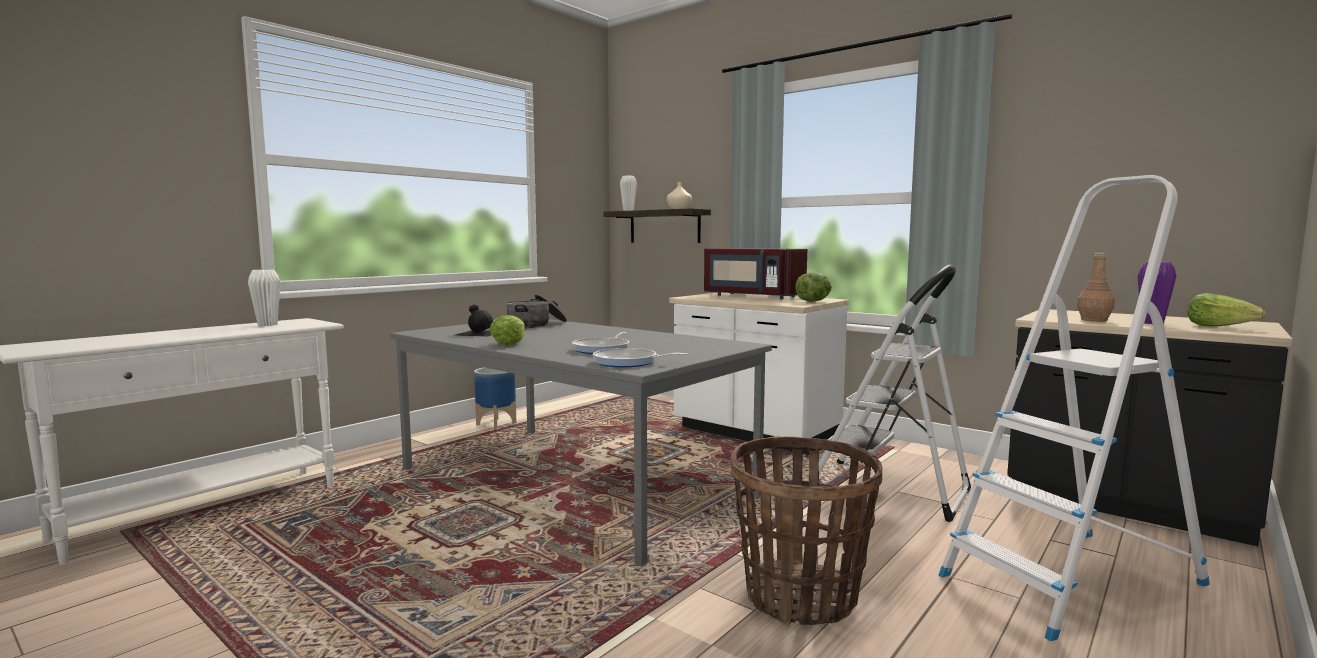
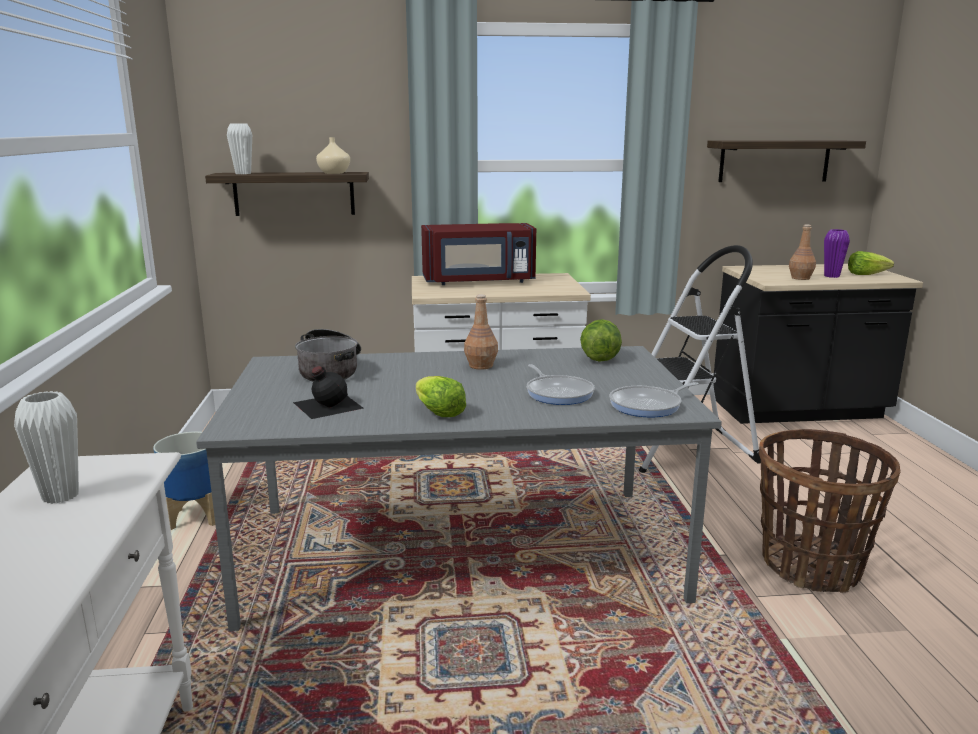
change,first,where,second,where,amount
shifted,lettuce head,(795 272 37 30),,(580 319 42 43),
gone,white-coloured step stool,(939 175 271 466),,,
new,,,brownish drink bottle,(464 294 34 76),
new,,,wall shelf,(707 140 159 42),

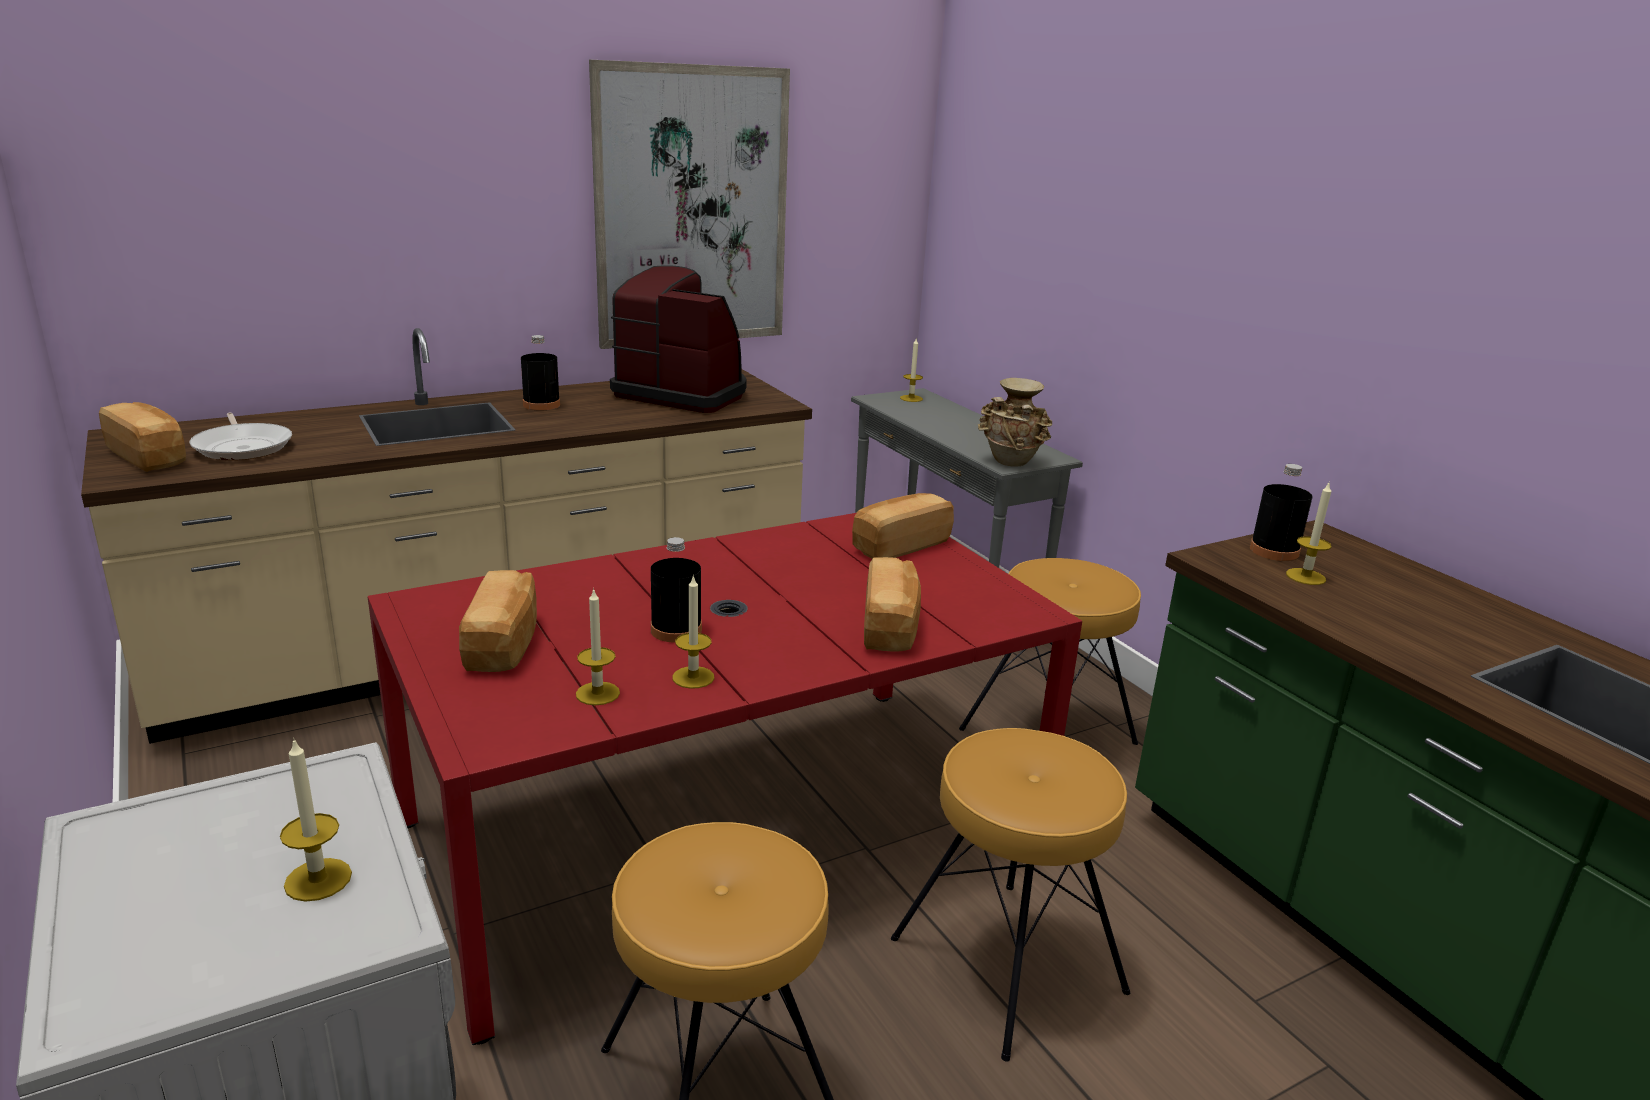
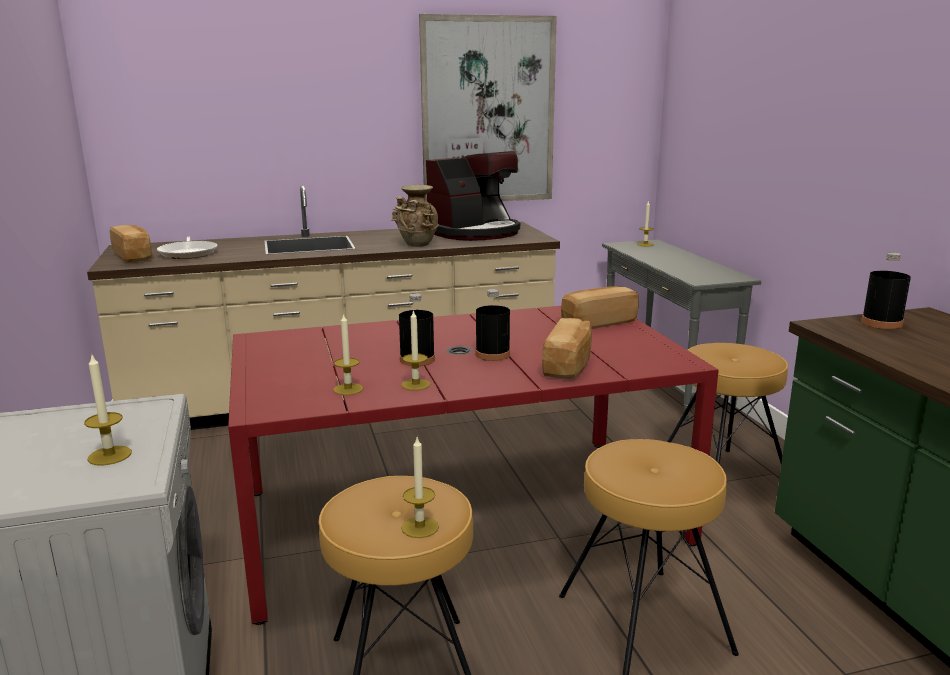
change,first,where,second,where,amount
gone,bread,(459 570 78 102),,,
shifted,black-coloured drink bottle,(521 335 39 75),,(476 289 34 72),
rotated,coffee maker,(610 266 137 147),,(426 151 94 90),105 degrees clockwise
shifted,beige flower vase,(978 378 74 89),,(391 185 48 62),
shifted,wax candle,(1286 483 46 102),,(401 437 38 101),

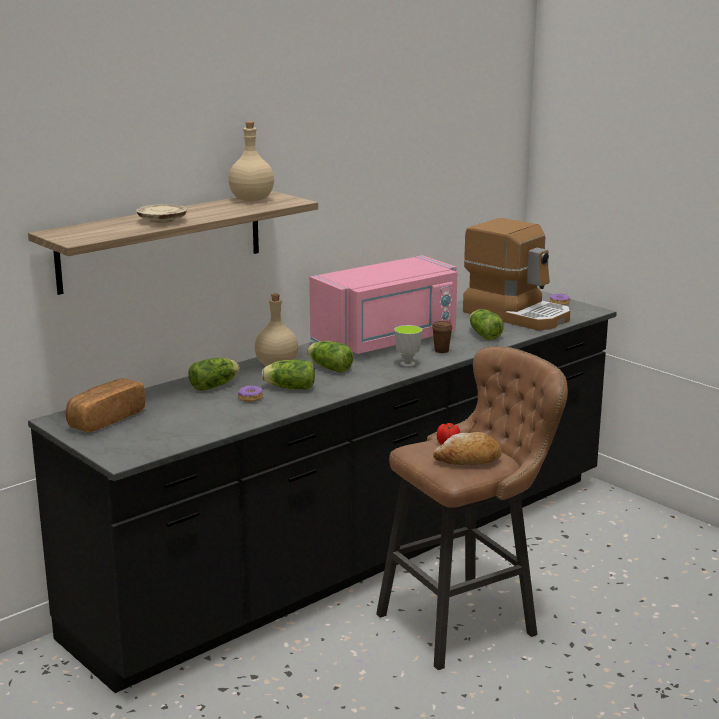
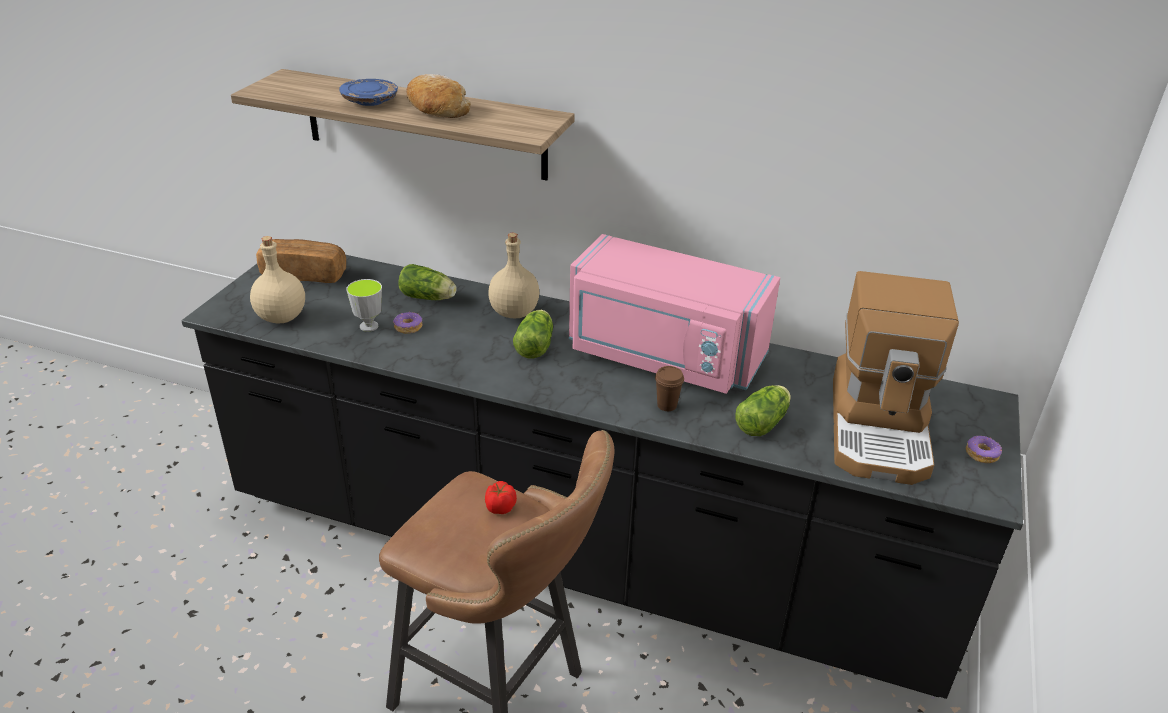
change,first,where,second,where,amount
repainted,beige plate,(136 204 51 19),blue-coloured plate,(339 79 59 27),
shifted,beige drink bottle,(229 121 45 80),,(250 236 55 87),
gone,lettuce head,(262 360 53 30),,,
shifted,cup,(394 325 28 42),,(346 279 36 53),
shifted,bread,(433 432 69 33),,(406 74 65 44),

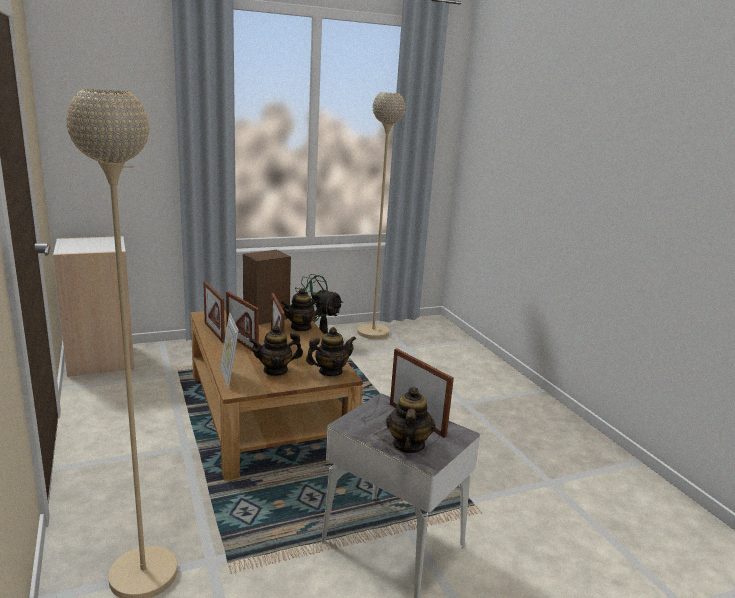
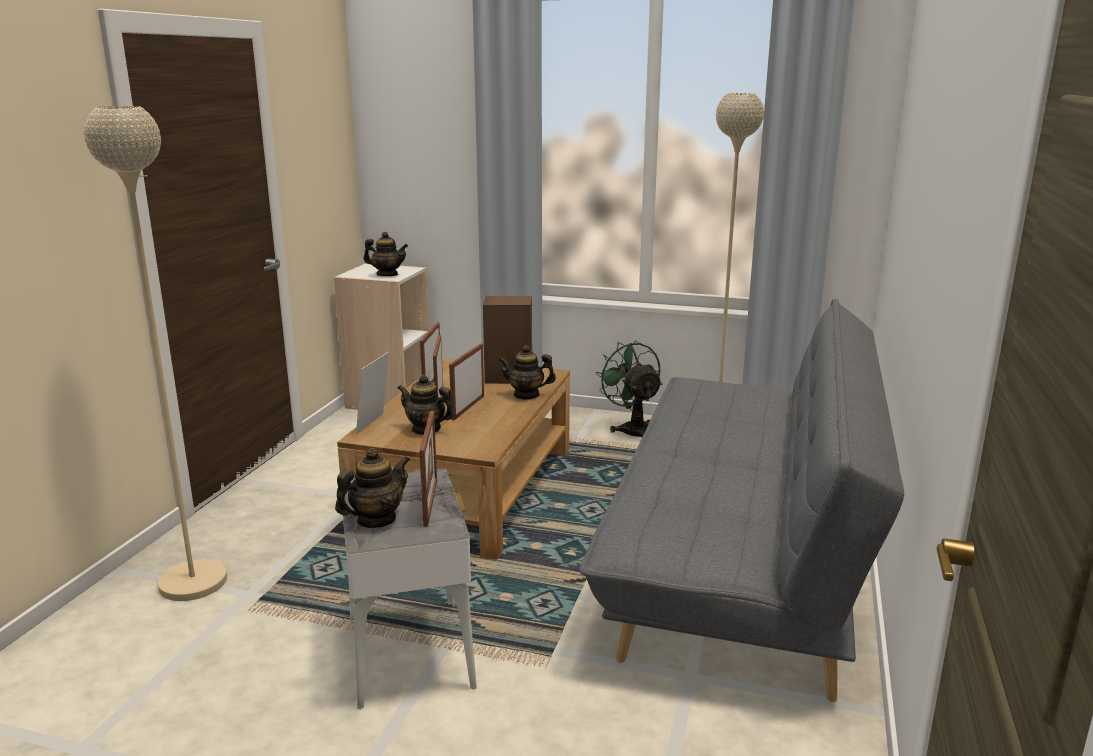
change,first,where,second,where,amount
shifted,pot for tea,(306 327 50 49),,(364 232 44 44),
new,,,greyish settee,(579 299 325 403),

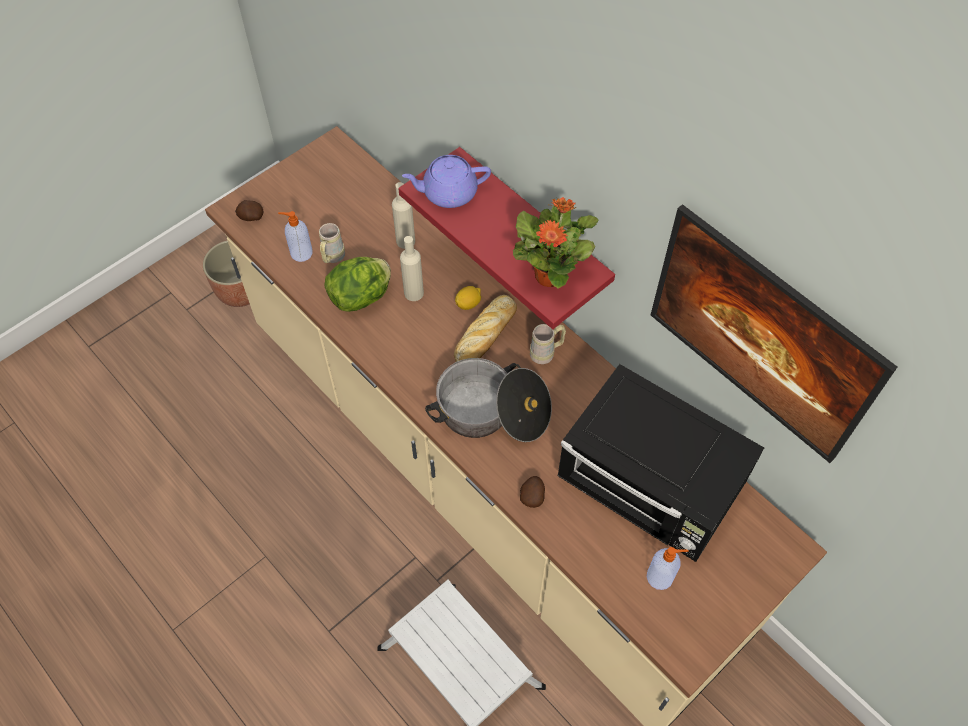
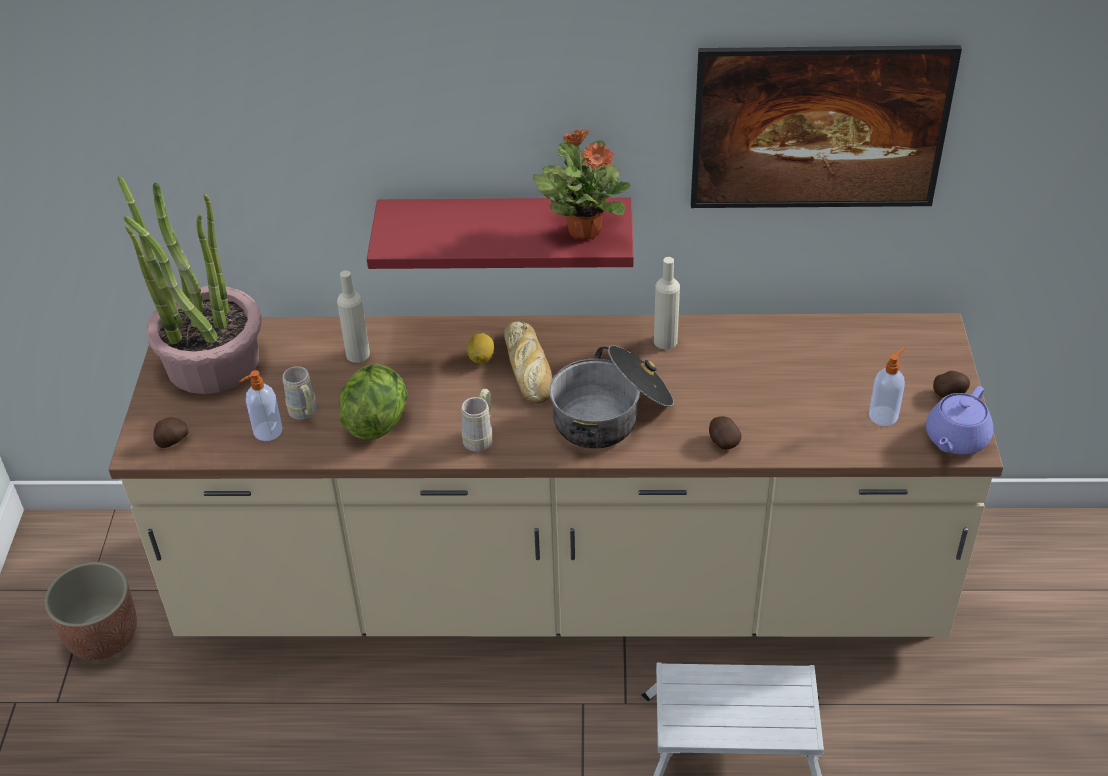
change,first,where,second,where,amount
shifted,beige drink bottle,(400 236 24 65),,(654 257 26 92),
shifted,purple pot for tea,(402 155 89 53),,(926 386 67 69),
shifted,beige tea mug,(530 324 36 40),,(461 389 32 63),
gone,black-coloured microwave,(557 364 207 198),,,
new,,,plant in a pot,(118 176 144 218),
new,,,whole potato,(933 371 37 26),

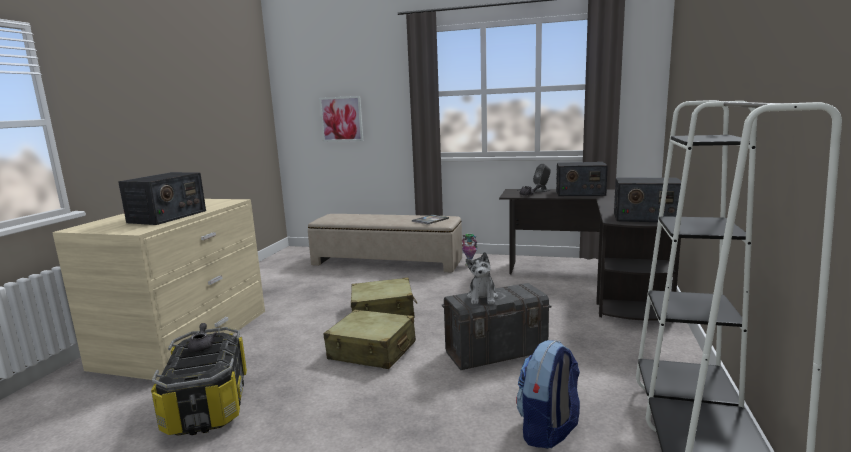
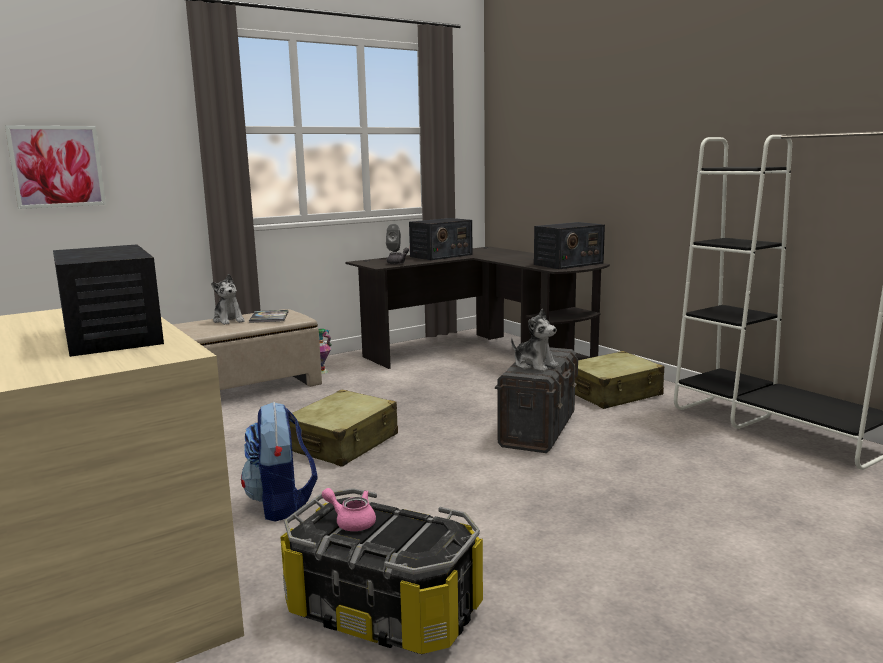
change,first,where,second,where,amount
repainted,greyish pot for tea,(188 323 29 29),pink pot for tea,(322 488 54 43),
shifted,beige piece of luggage,(324 310 92 59),,(575 351 89 58),
shifted,knapsack,(516 340 64 109),,(241 402 77 119),
new,,,soft toy,(211 274 34 51),

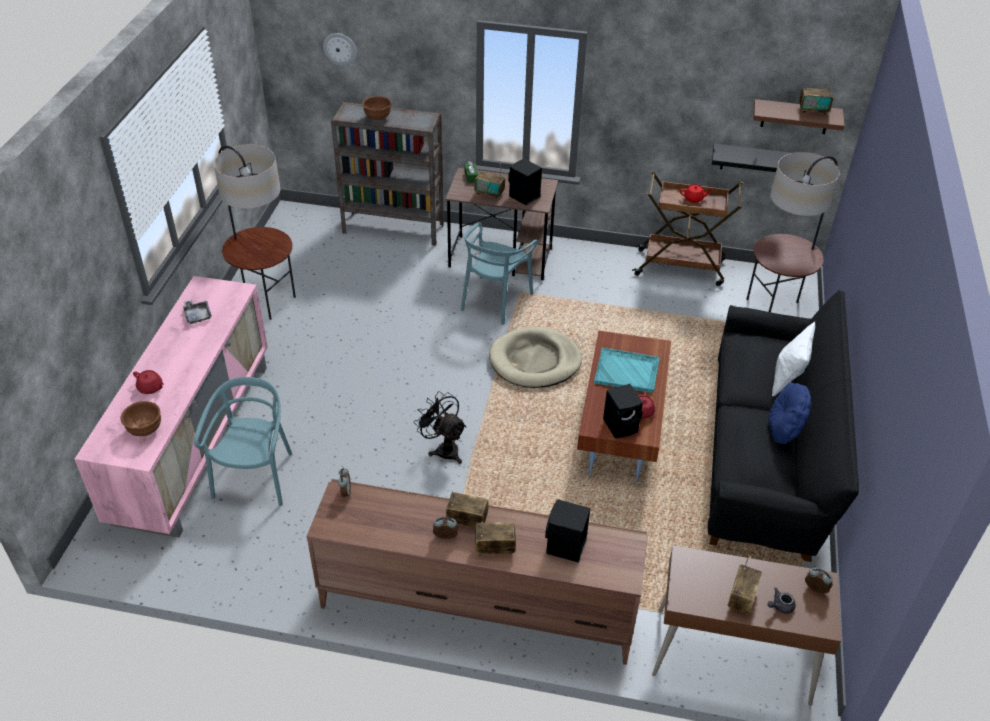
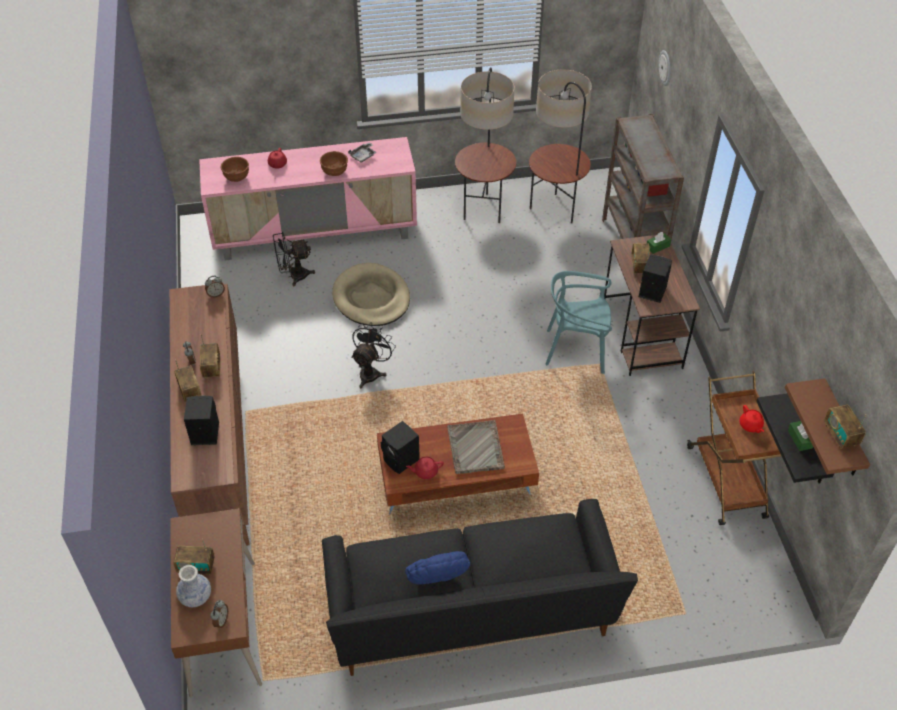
change,first,where,second,where,amount
swapped,blue-green upright chair,(194 377 98 129),black-coloured electric fan,(273 232 42 54),
shifted,brownish deep dish,(362 96 29 24),,(320 151 28 25),
shifted,beige dog bed,(489 327 93 61),,(332 263 78 63),
repainted,blue-green tray,(594 348 66 45),greyish tray,(447 420 58 54),
shifted,standing lamp,(746 152 94 160),,(529 69 63 154),
swapped,greyish pot for tea,(767 588 29 26),flower vase,(176 565 35 42),
gone,white-coloured cushion,(772 322 43 74),,,
new,,,greenish box of tissues,(788 421 25 30),

